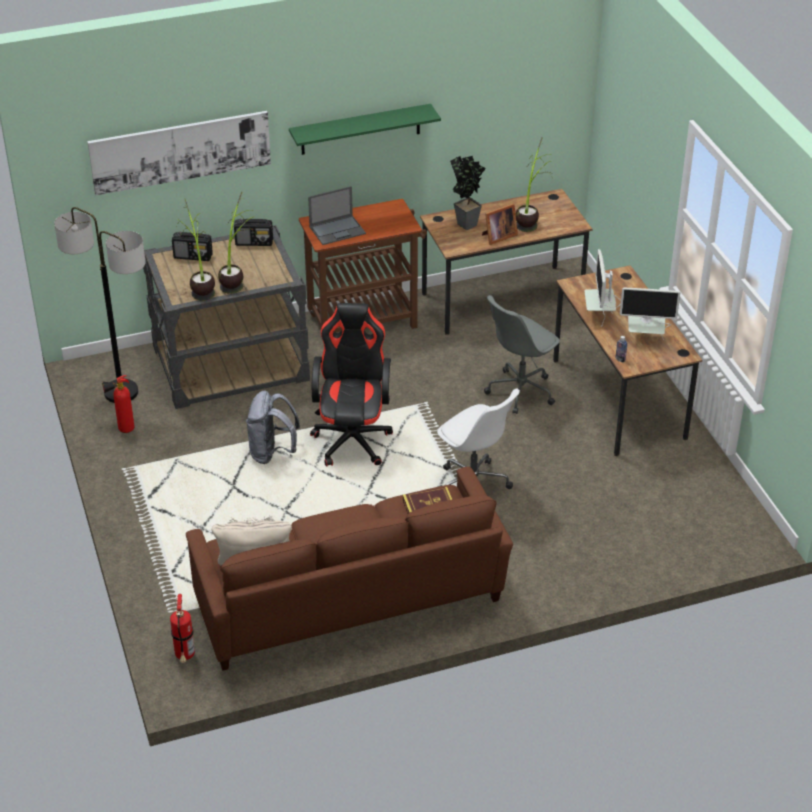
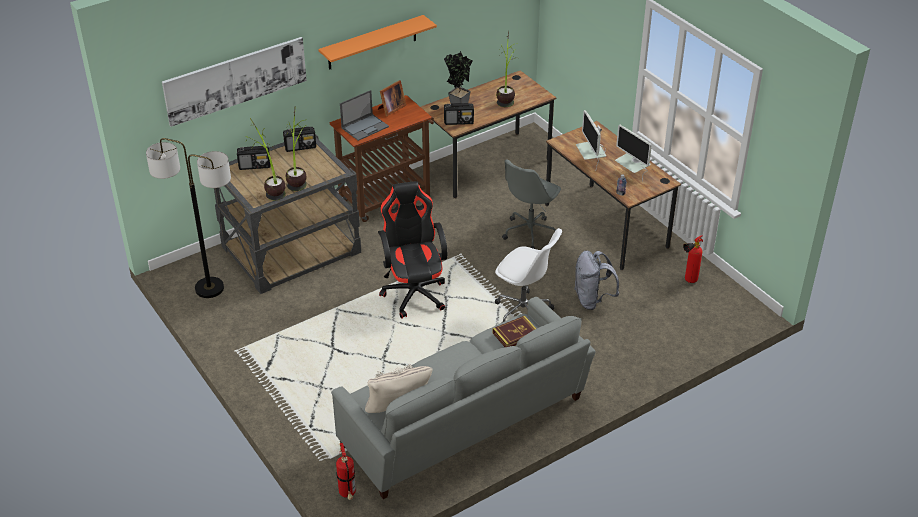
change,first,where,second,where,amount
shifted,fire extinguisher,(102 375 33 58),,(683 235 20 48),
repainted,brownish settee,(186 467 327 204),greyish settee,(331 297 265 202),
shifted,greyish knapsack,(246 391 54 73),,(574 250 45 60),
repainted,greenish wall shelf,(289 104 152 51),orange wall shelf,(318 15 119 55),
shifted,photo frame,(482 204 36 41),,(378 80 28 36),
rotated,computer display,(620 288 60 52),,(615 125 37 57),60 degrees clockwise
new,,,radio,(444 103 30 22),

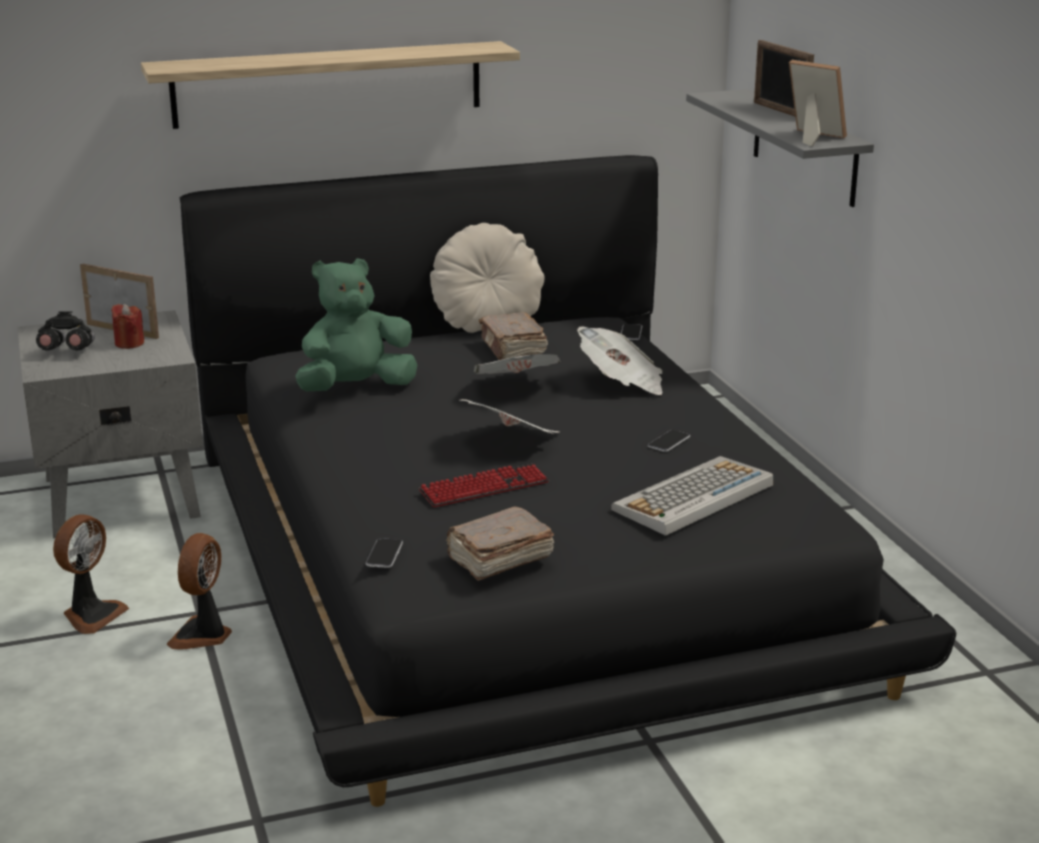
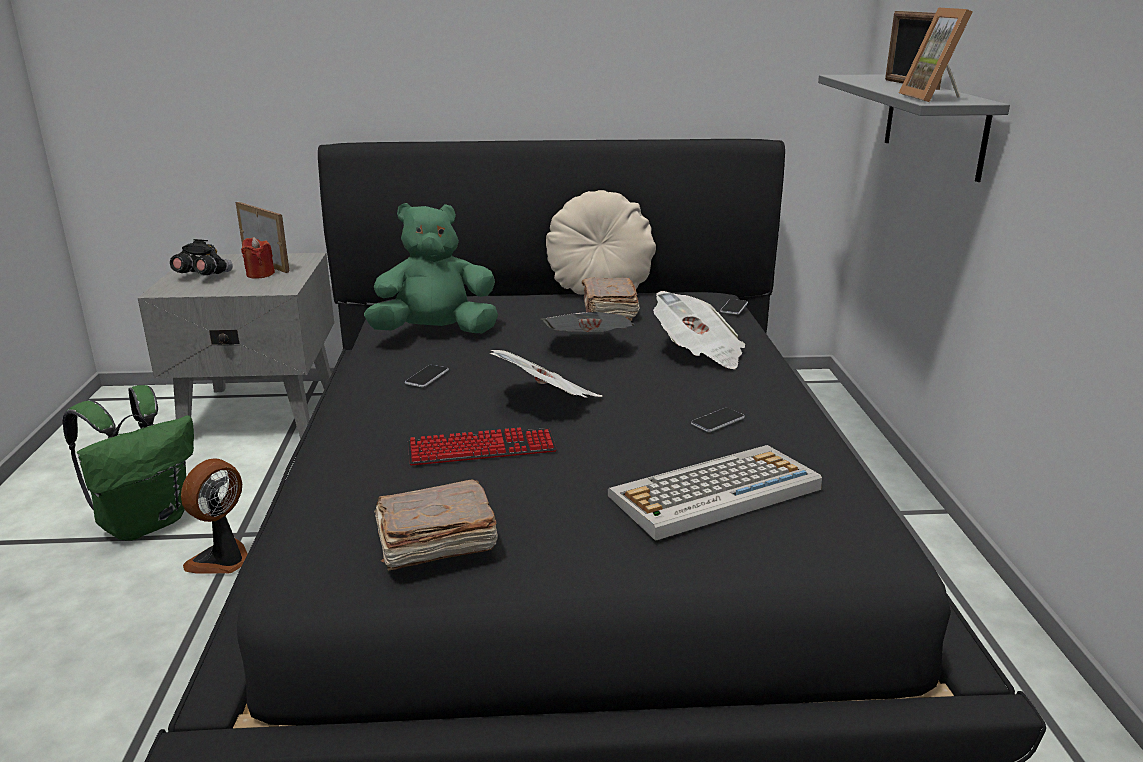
change,first,where,second,where,amount
swapped,electric fan,(53 514 76 120),greenish knapsack,(62 385 132 156),
gone,wall shelf,(141 41 379 88),,,
shifted,handset,(366 538 37 30),,(405 365 44 22),
rotated,photo frame,(789 60 58 86),,(899 7 74 95),150 degrees counterclockwise

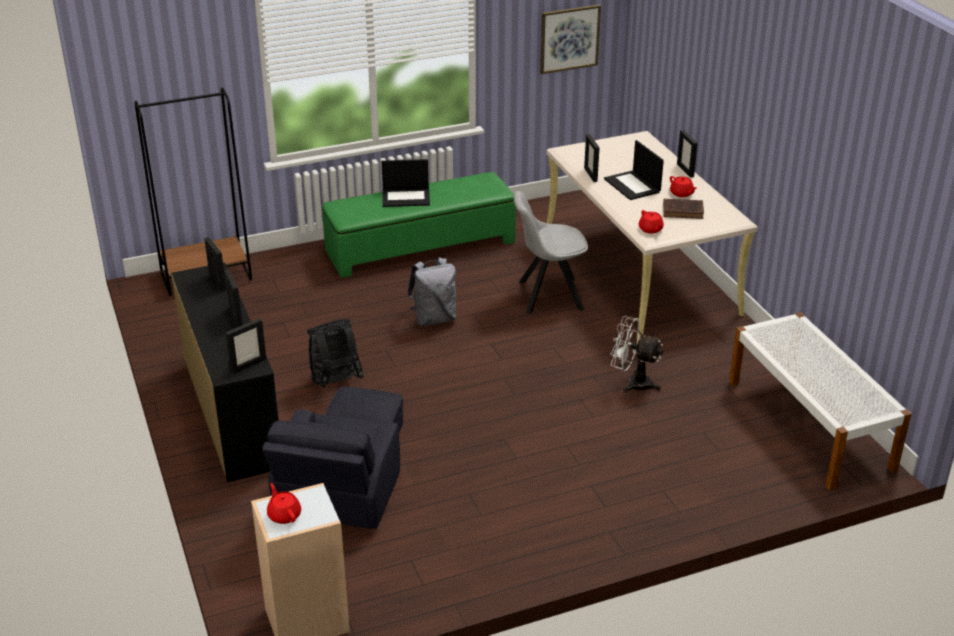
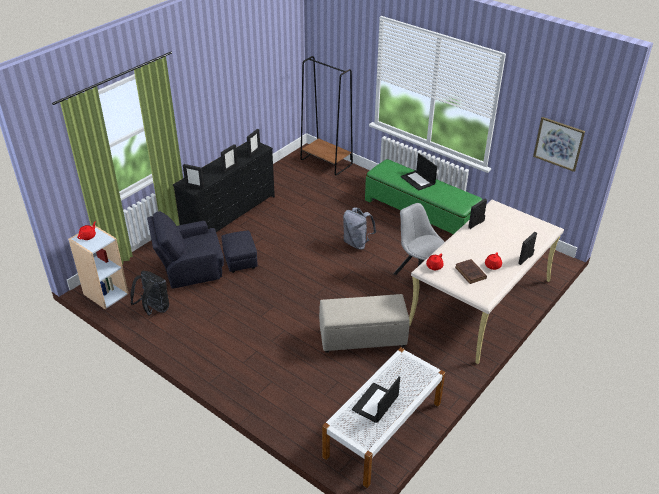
change,first,where,second,where,amount
shifted,black-coloured knapsack,(307 319 57 69),,(130 271 39 44),
shifted,portable computer,(604 140 60 60),,(352 376 48 47),
swapped,white-coloured electric fan,(610 316 53 77),beige pouffe,(319 294 91 59),

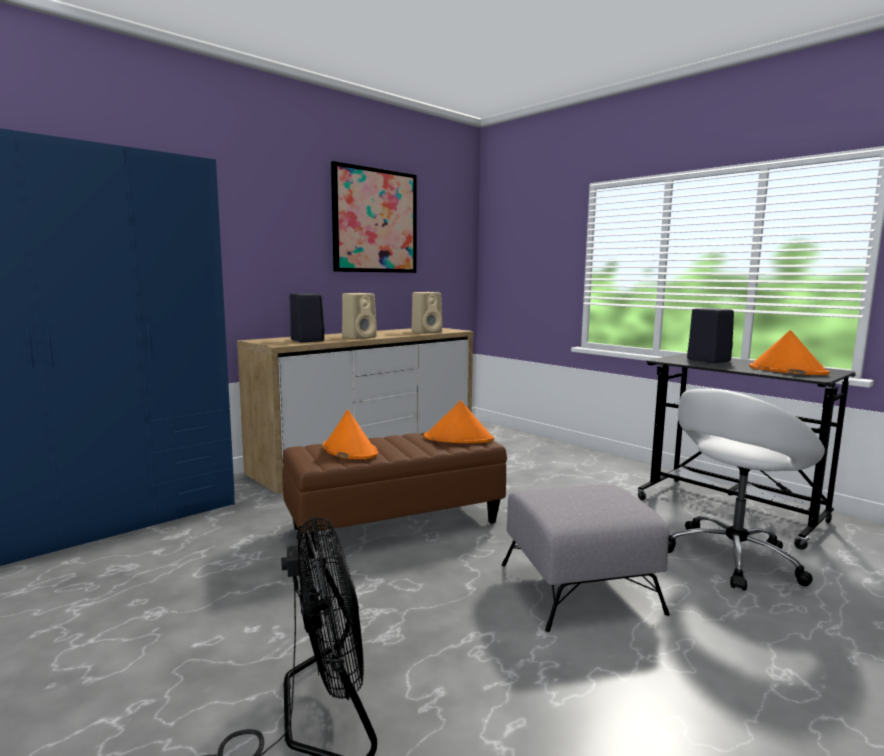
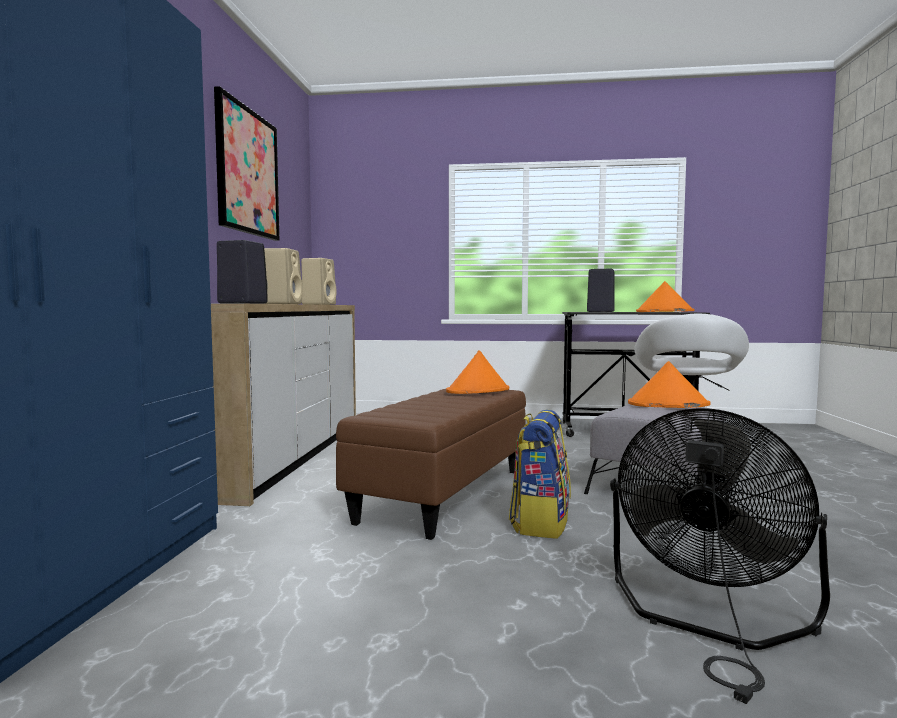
change,first,where,second,where,amount
shifted,orange clothing hat,(323 409 55 50),,(628 361 82 47),
new,,,knapsack,(509 410 62 129),

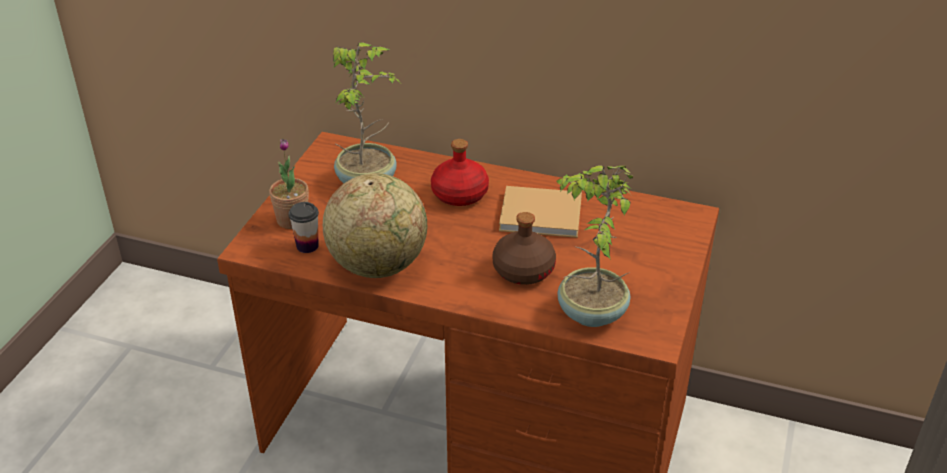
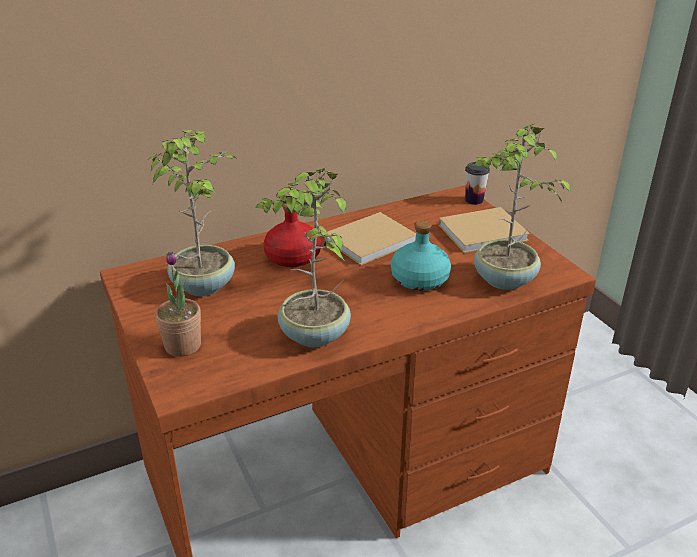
change,first,where,second,where,amount
shifted,cup,(289 202 30 51),,(465 162 25 43),
swapped,desk globe,(323 173 104 105),plant in a pot,(255 167 96 180),
repainted,brownish drink bottle,(492 212 64 73),blue-green drink bottle,(391 220 60 71),
new,,,beige book,(439 207 91 46),

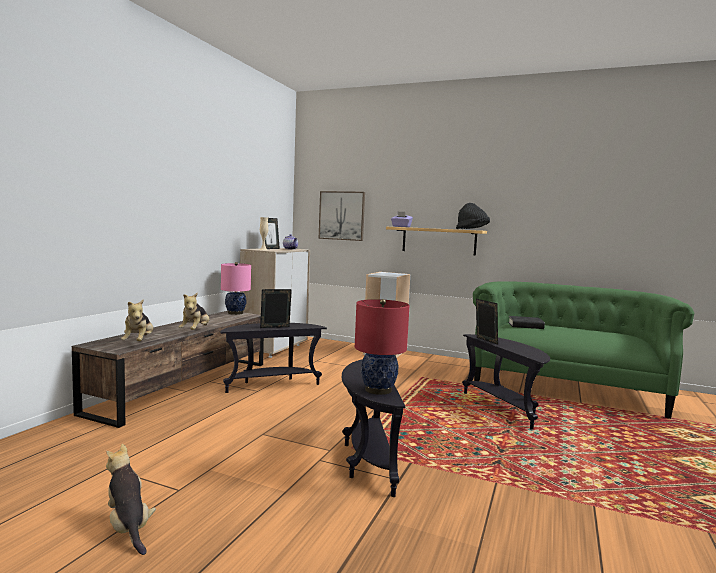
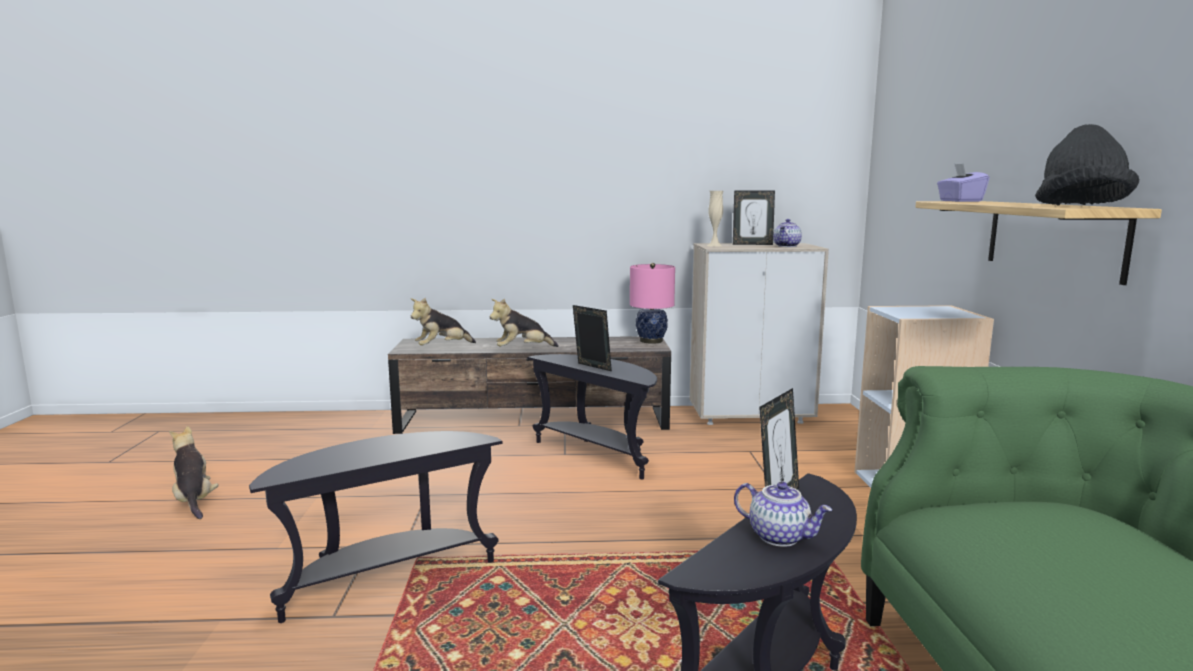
change,first,where,second,where,amount
rotated,soft toy,(106 444 50 111),,(169 426 50 93),60 degrees counterclockwise
gone,picture,(319 191 46 50),,,
gone,red-coloured table lamp,(355 299 55 96),,,
gone,black-coloured book,(508 316 37 13),,,
new,,,pot for tea,(734 482 98 65),

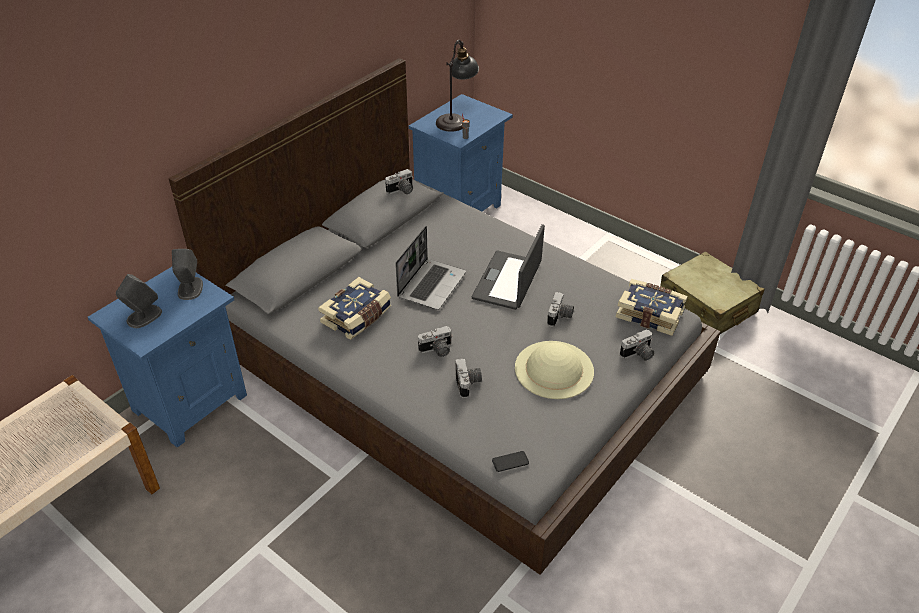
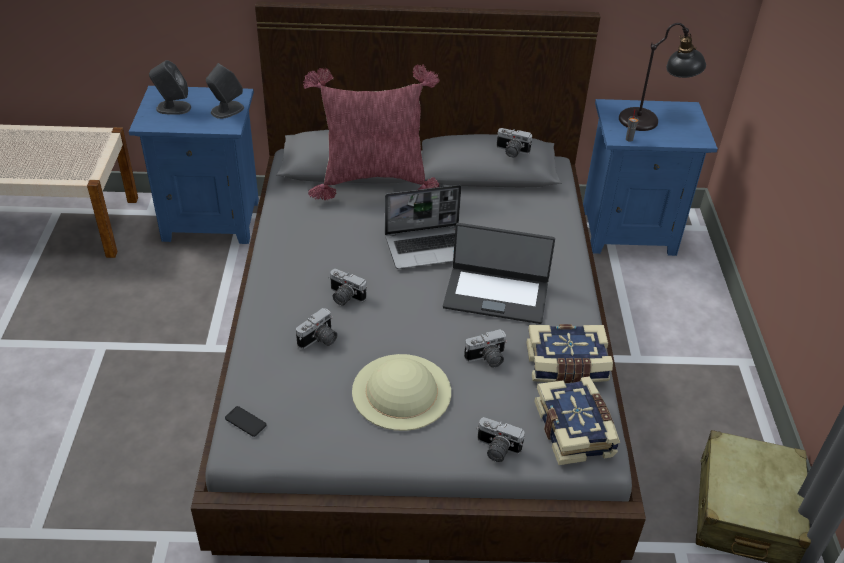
change,first,where,second,where,amount
shifted,book,(318 277 73 63),,(526 324 87 59),
rotated,portable computer,(472 224 73 86),,(443 223 112 101),150 degrees counterclockwise
new,,,red-coloured cushion,(303 64 137 137),

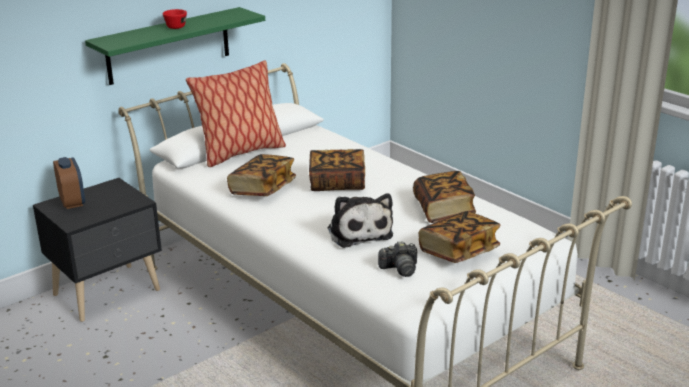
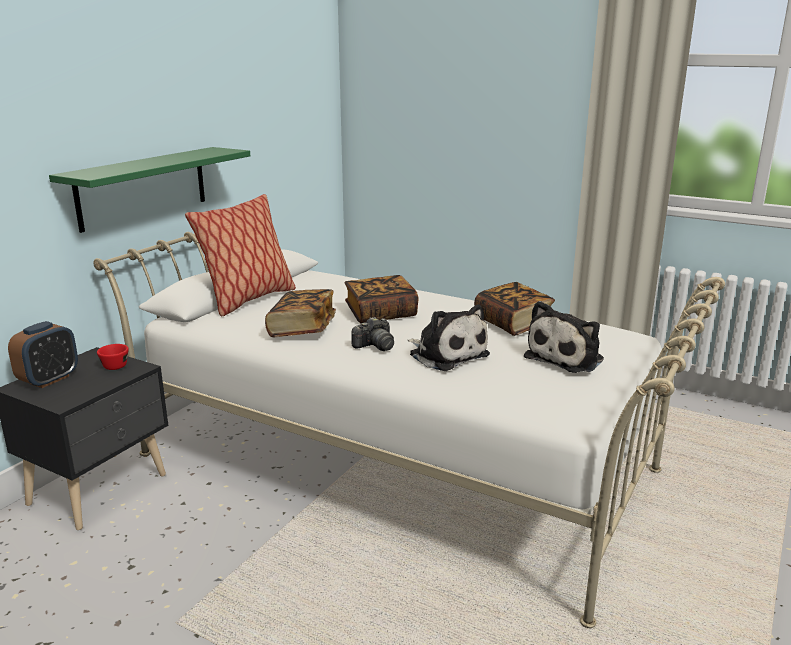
change,first,where,second,where,amount
rotated,bedside clock,(53 157 32 52),,(8 321 70 67),75 degrees clockwise
shifted,red-coloured cup,(163 9 24 20),,(97 344 32 26),
shifted,photo camera,(378 241 39 36),,(351 317 43 34),
swapped,book,(419 211 81 52),soft toy,(524 301 80 72),

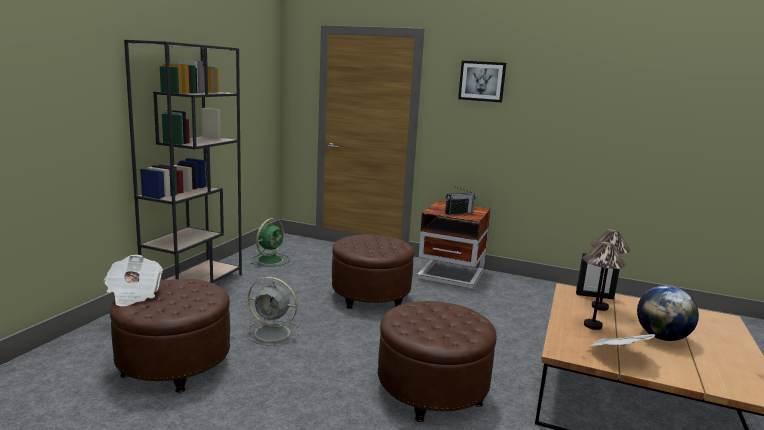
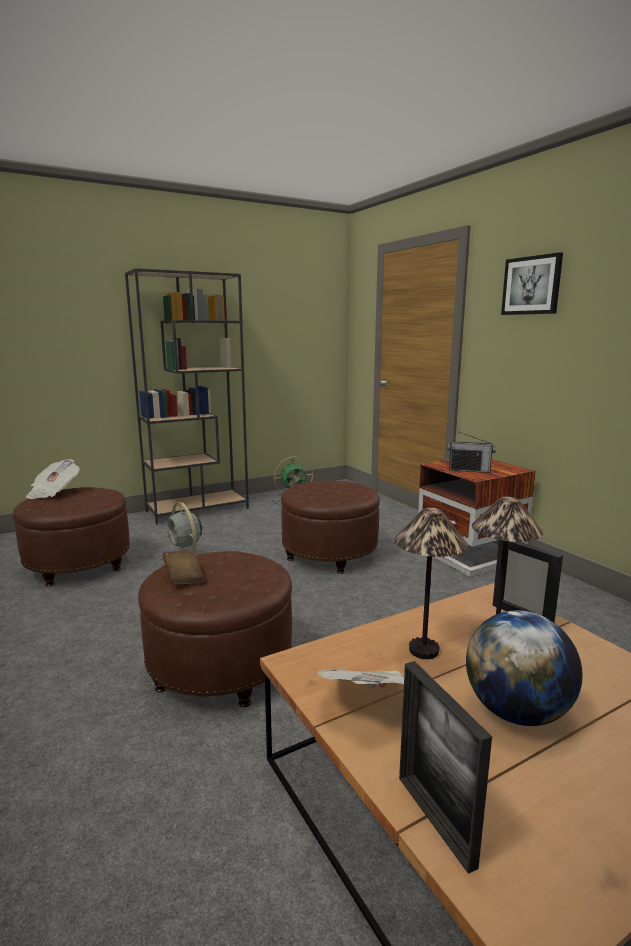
change,first,where,second,where,amount
new,,,brownish book,(162 550 41 35),
new,,,photo frame,(399 661 93 213),

